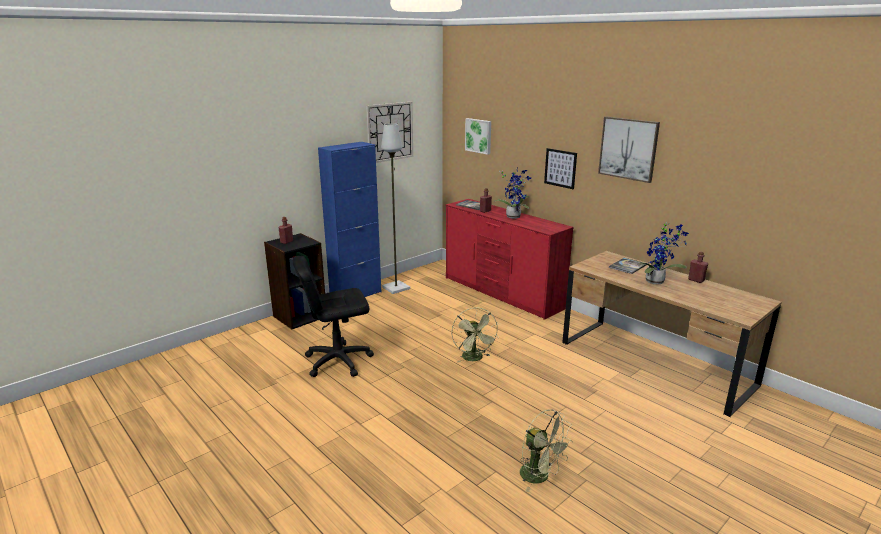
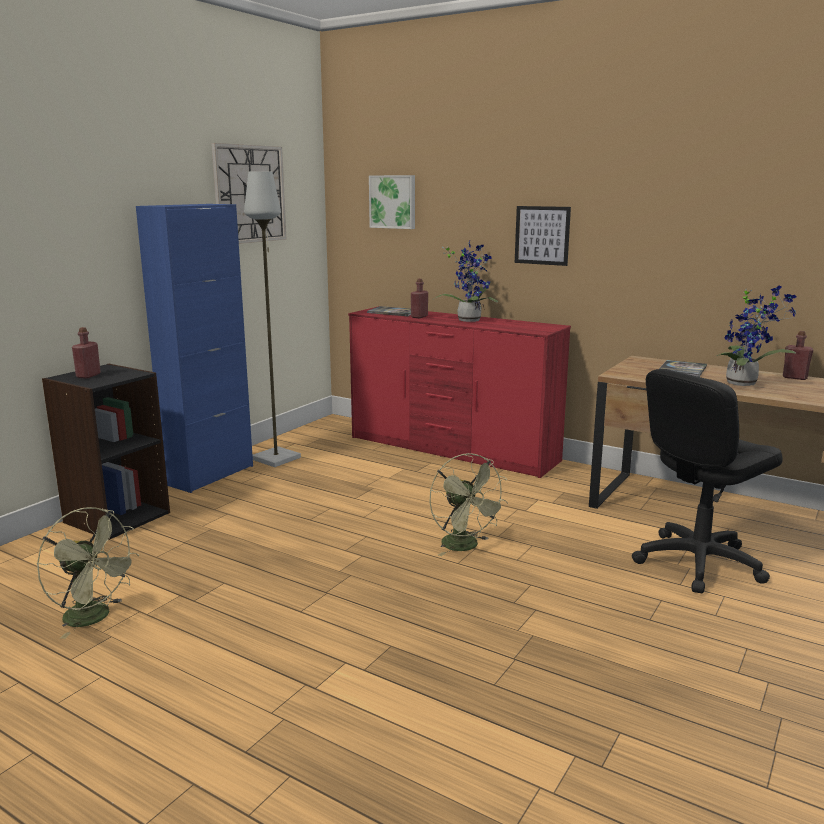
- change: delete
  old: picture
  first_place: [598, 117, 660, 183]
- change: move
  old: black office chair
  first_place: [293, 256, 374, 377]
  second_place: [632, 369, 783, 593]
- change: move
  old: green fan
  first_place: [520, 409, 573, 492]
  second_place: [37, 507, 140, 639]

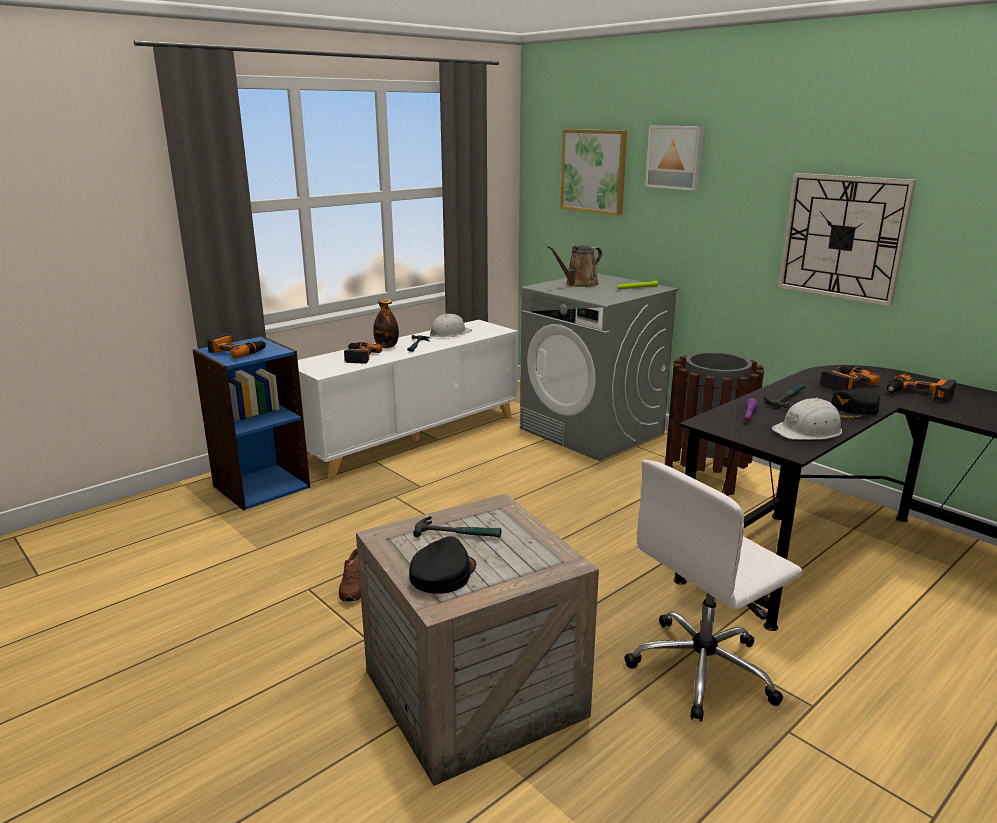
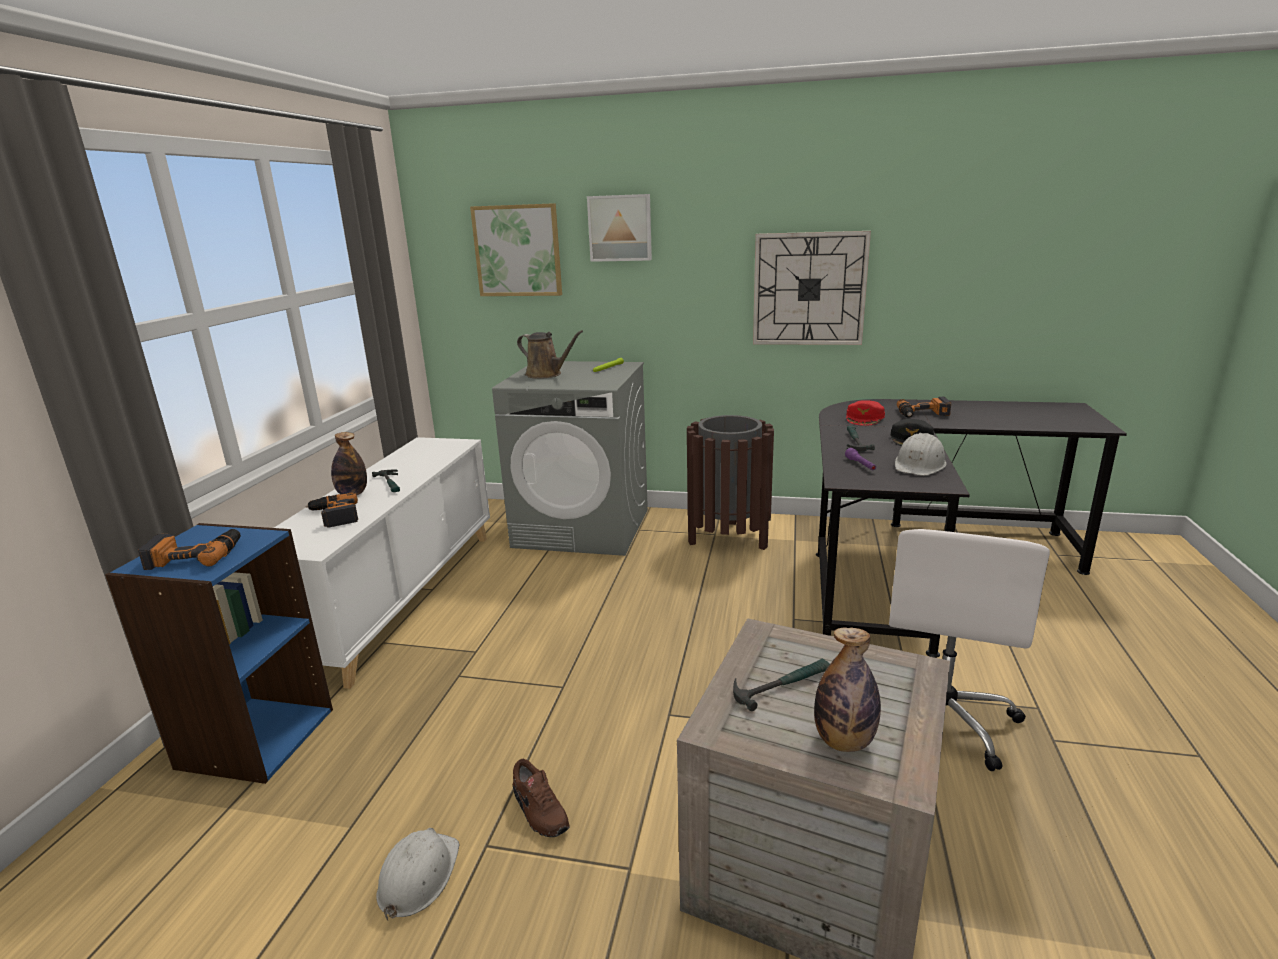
- change: move
  old: white hard hat
  first_place: [430, 314, 472, 337]
  second_place: [376, 828, 459, 921]
- change: replace
  old: black cap
  new: bottle
  first_place: [409, 536, 476, 594]
  second_place: [814, 627, 881, 752]
- change: replace
  old: power drill
  new: red cap
  first_place: [820, 365, 880, 391]
  second_place: [846, 400, 885, 426]
- change: rotate
  old: brown watering can
  first_place: [547, 246, 602, 287]
  second_place: [517, 330, 583, 379]
  degrees: -75

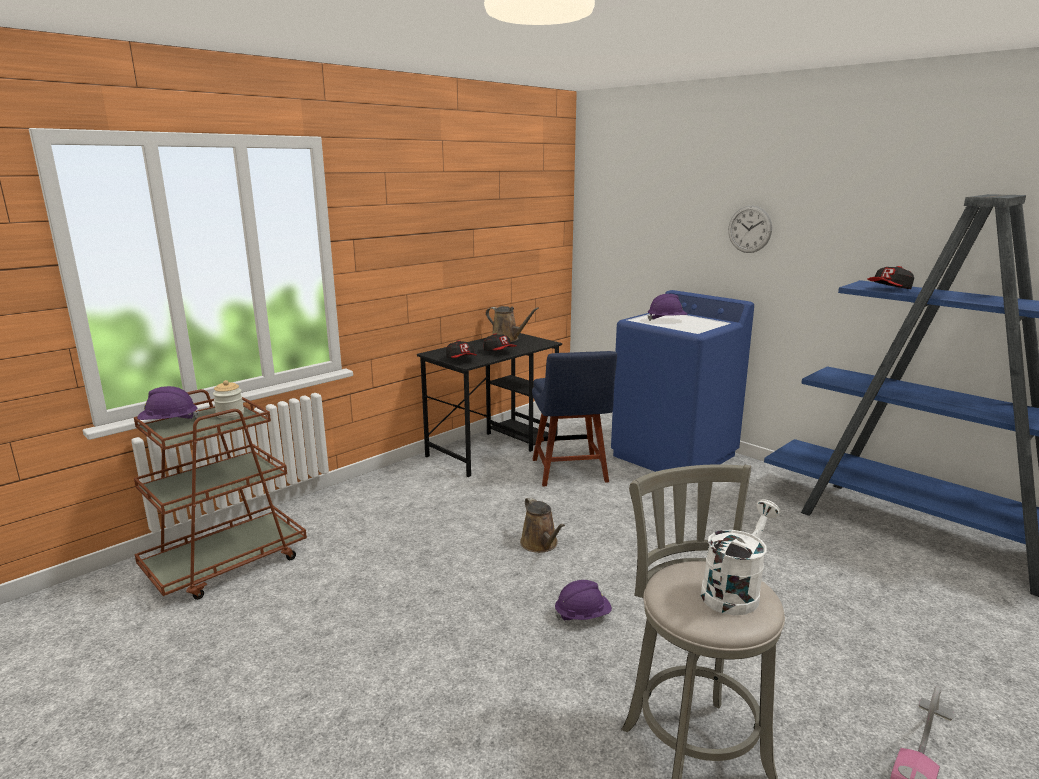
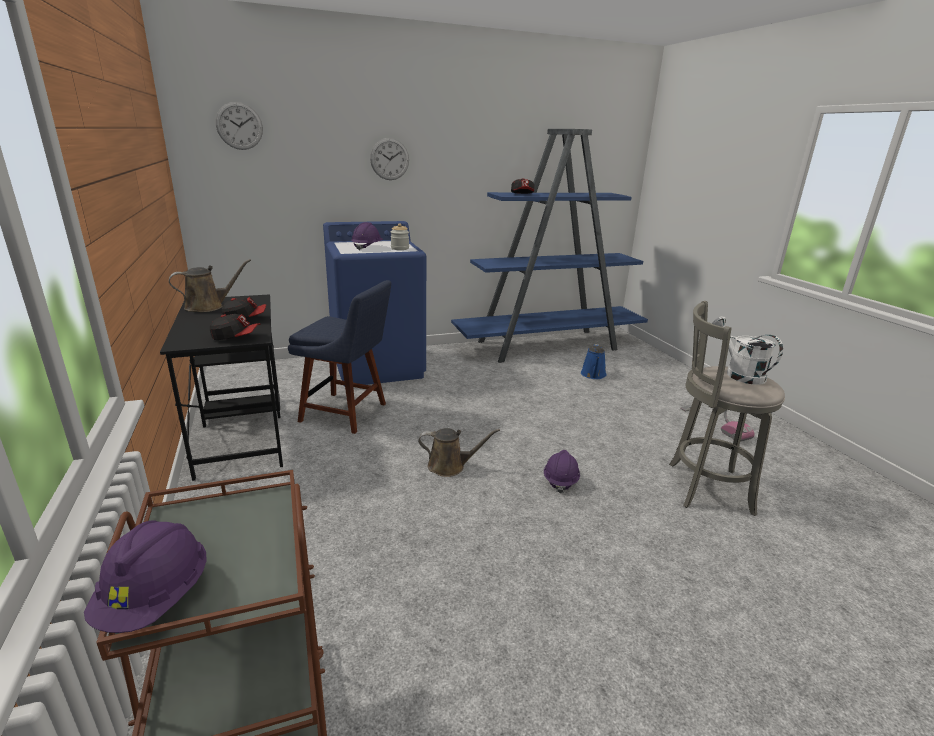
- change: insert
  new: wall clock
  second_place: [216, 102, 263, 150]
- change: insert
  new: blue watering can
  second_place: [581, 344, 607, 379]
- change: move
  old: jar
  first_place: [213, 380, 244, 419]
  second_place: [391, 223, 409, 250]

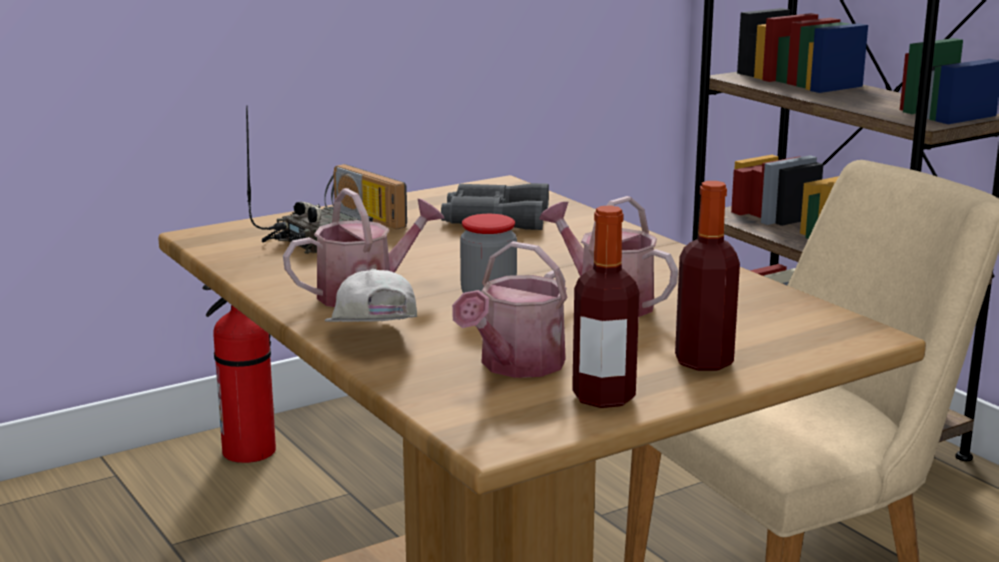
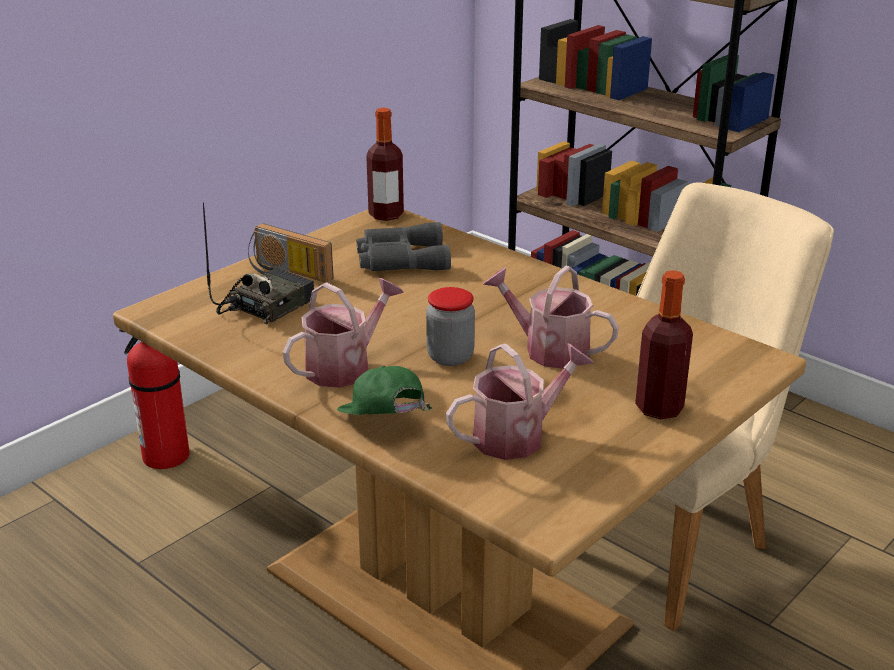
- change: move
  old: bottle
  first_place: [572, 205, 639, 408]
  second_place: [366, 108, 404, 221]
- change: recolor
  old: white cap
  new: green cap
  first_place: [325, 269, 417, 322]
  second_place: [337, 366, 432, 415]
- change: rotate
  old: watering can
  first_place: [452, 241, 568, 378]
  second_place: [446, 343, 594, 460]
  degrees: -135

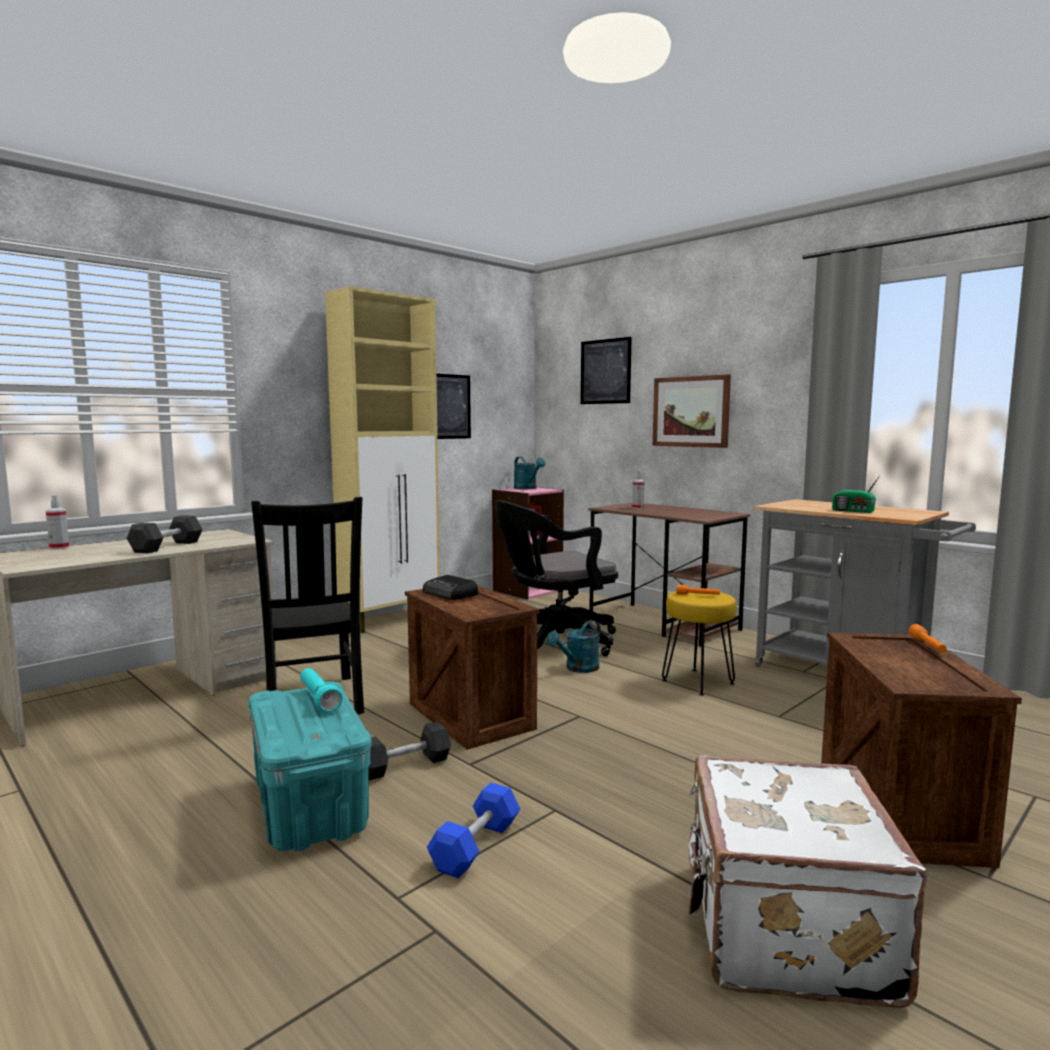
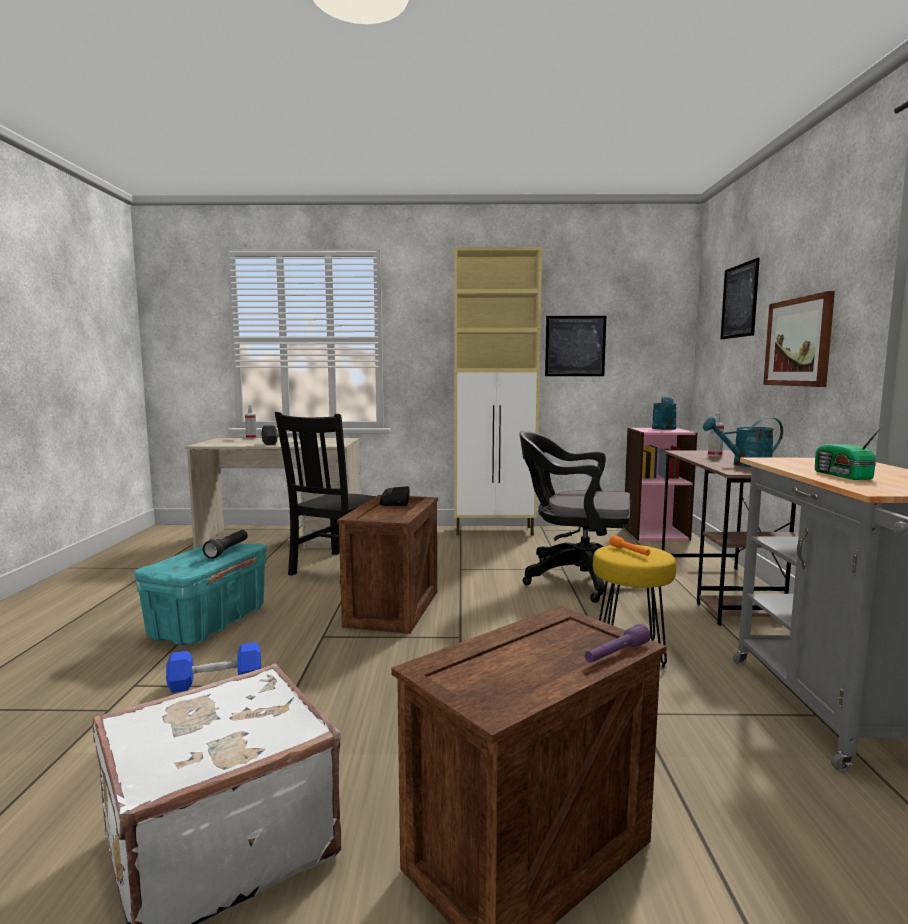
- change: delete
  old: grey dumbbell
  first_place: [368, 722, 451, 781]
- change: move
  old: turquoise watering can
  first_place: [547, 620, 601, 673]
  second_place: [703, 417, 783, 468]
- change: recolor
  old: turquoise flashlight
  new: black flashlight
  first_place: [300, 668, 343, 712]
  second_place: [203, 530, 248, 559]
- change: recolor
  old: orange flashlight
  new: purple flashlight
  first_place: [909, 624, 947, 652]
  second_place: [585, 624, 651, 663]

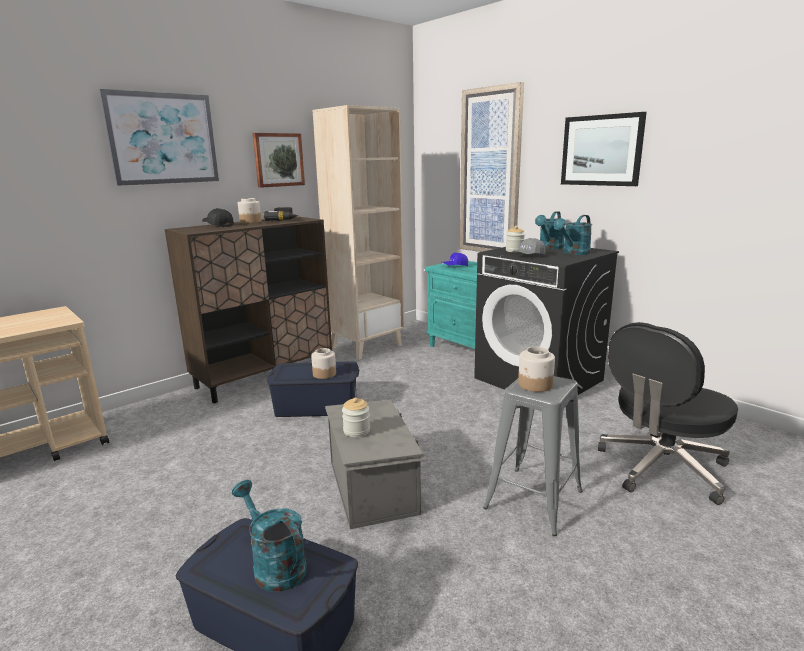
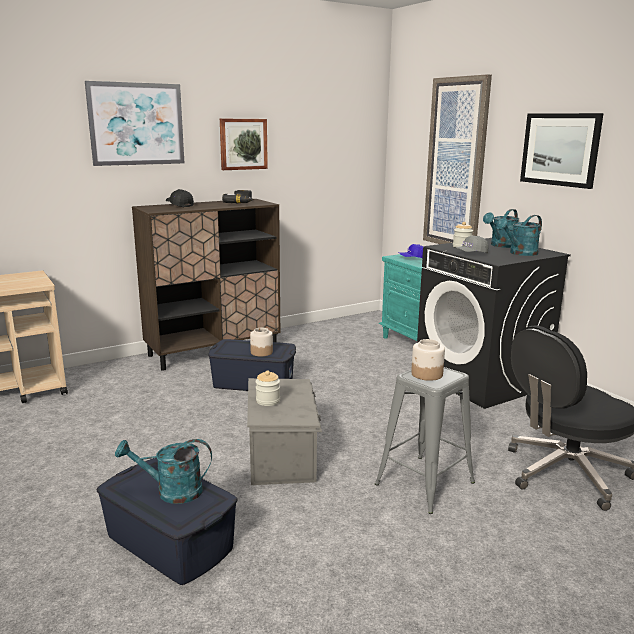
- change: delete
  old: jar
  first_place: [238, 198, 261, 223]
- change: delete
  old: beige bookcase
  first_place: [312, 105, 405, 360]
- change: rotate
  old: turquoise watering can
  first_place: [232, 480, 307, 592]
  second_place: [115, 439, 212, 504]
  degrees: -60

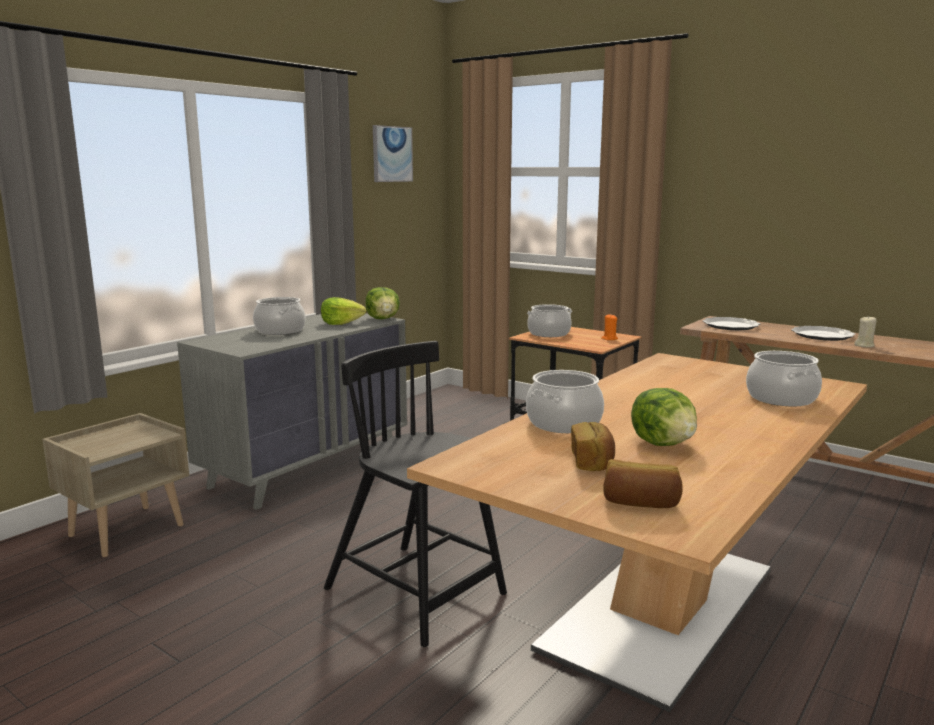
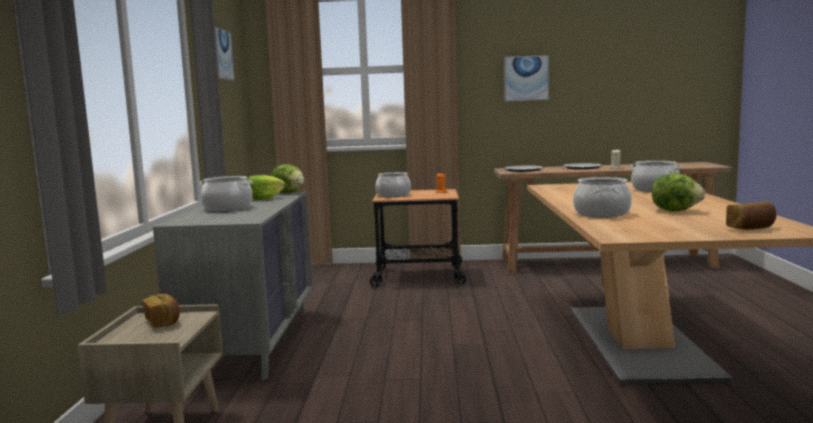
- change: delete
  old: black chair
  first_place: [324, 341, 507, 647]
- change: insert
  new: picture
  second_place: [504, 55, 549, 102]
- change: move
  old: bread
  first_place: [571, 422, 615, 471]
  second_place: [143, 294, 180, 327]

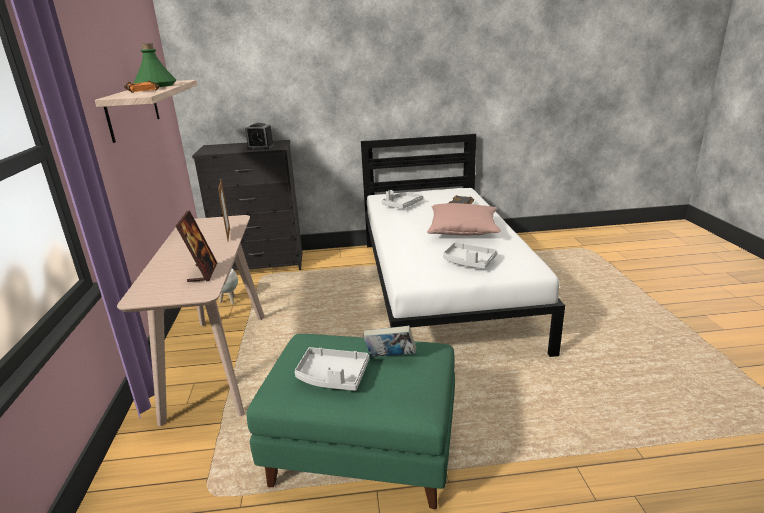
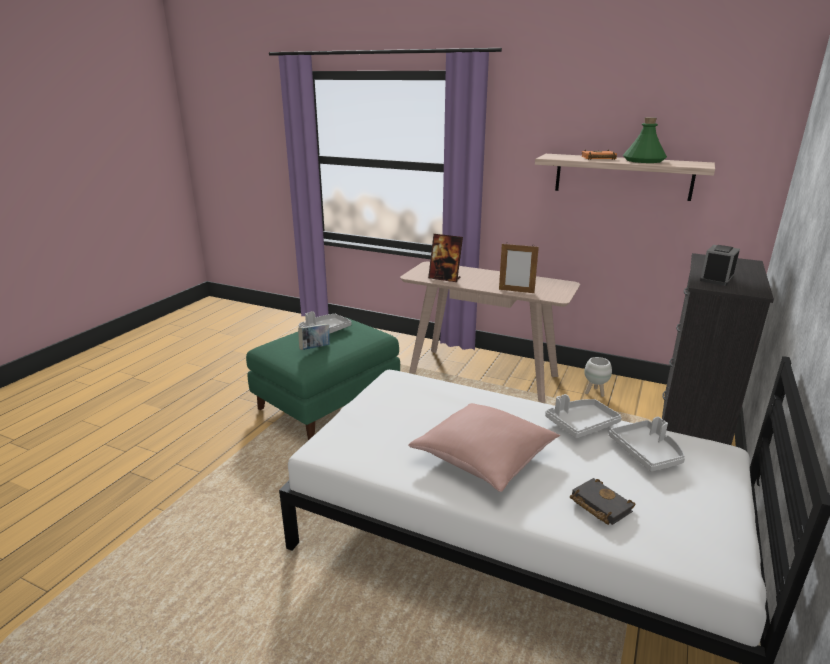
- change: move
  old: grey tray
  first_place: [443, 243, 497, 269]
  second_place: [545, 394, 622, 438]

